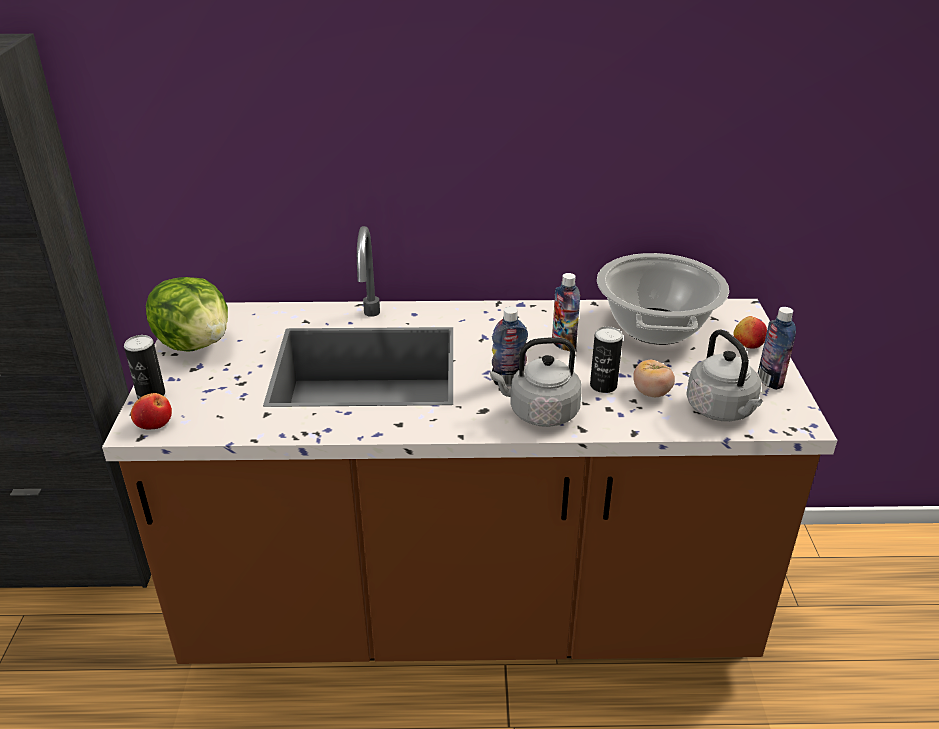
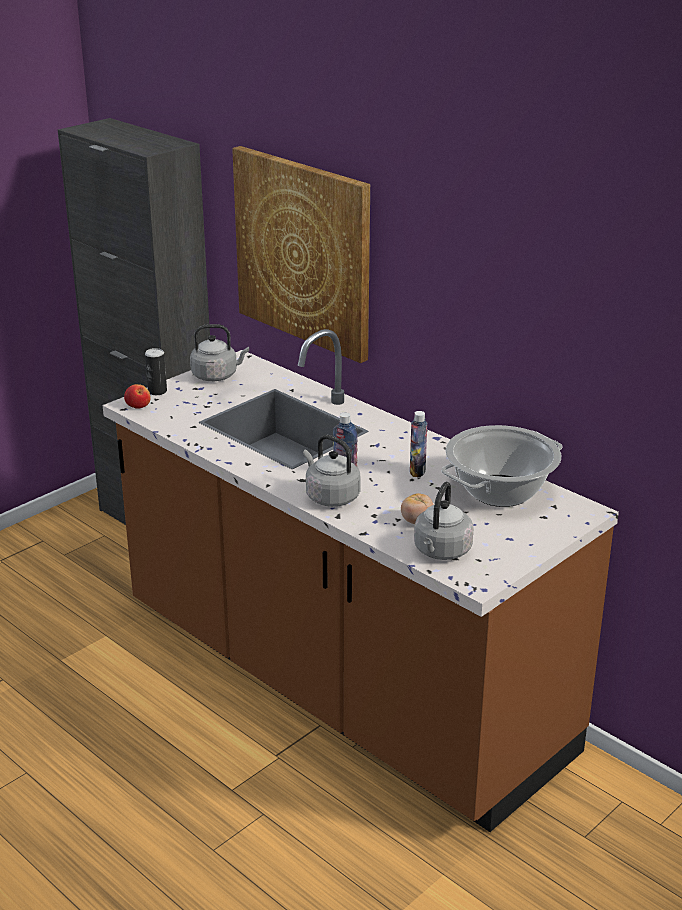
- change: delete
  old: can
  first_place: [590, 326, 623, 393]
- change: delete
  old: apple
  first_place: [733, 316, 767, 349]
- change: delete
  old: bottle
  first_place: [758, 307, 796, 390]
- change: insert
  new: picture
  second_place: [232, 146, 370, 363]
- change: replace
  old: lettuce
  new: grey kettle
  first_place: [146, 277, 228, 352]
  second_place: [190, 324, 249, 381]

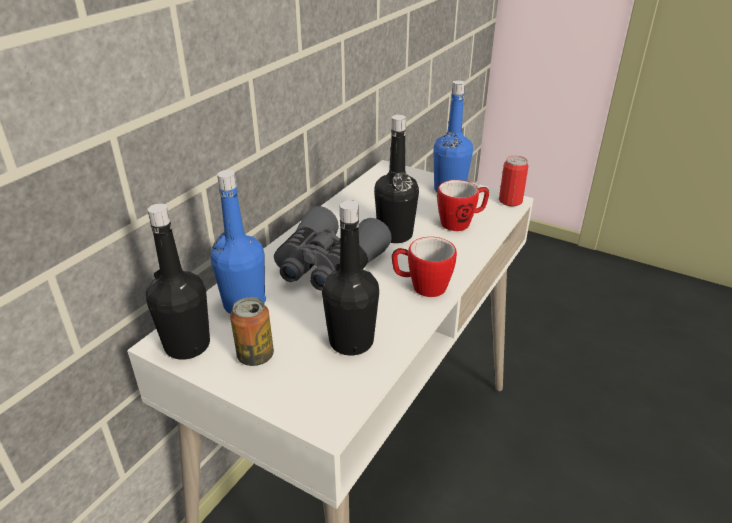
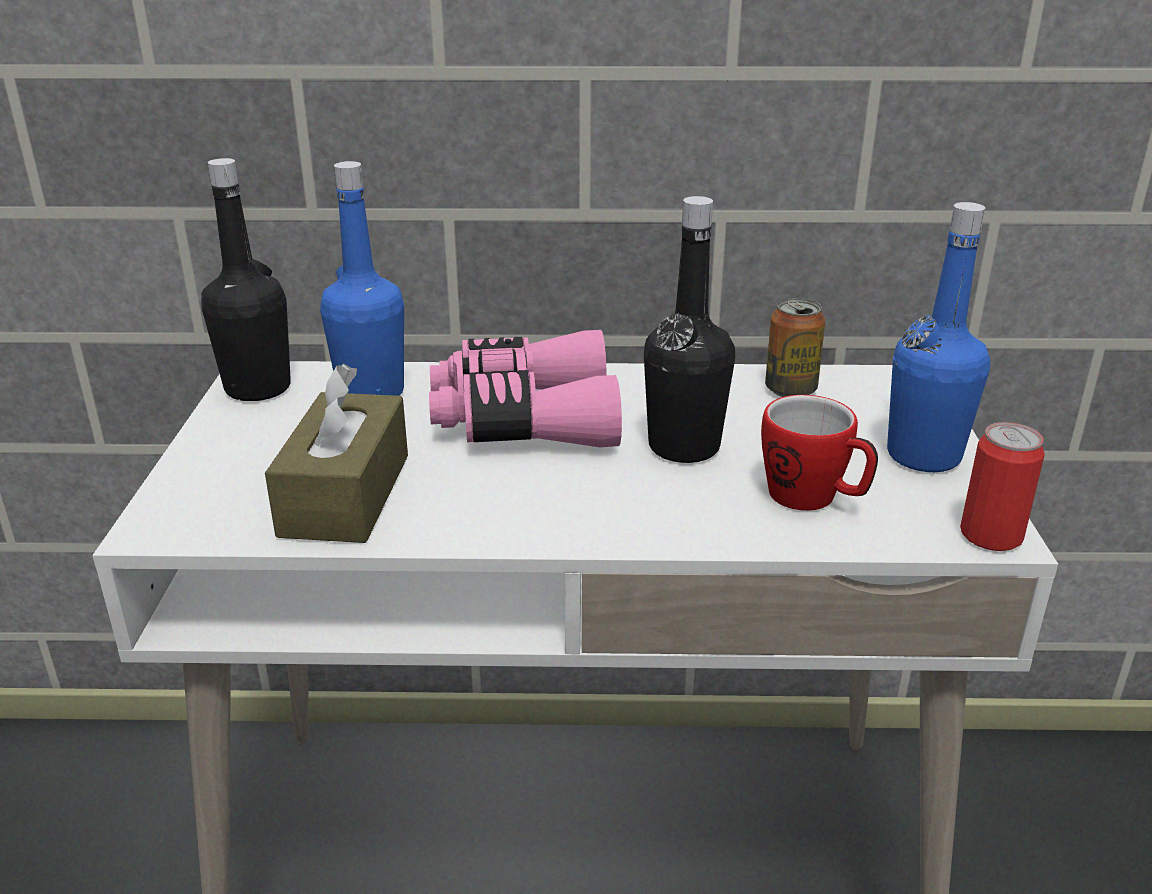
- change: delete
  old: mug
  first_place: [392, 237, 457, 297]
- change: move
  old: can
  first_place: [230, 297, 274, 366]
  second_place: [765, 298, 825, 397]
- change: replace
  old: black bottle
  new: brown tissue box
  first_place: [322, 200, 379, 356]
  second_place: [265, 364, 408, 543]
- change: recolor
  old: grey binoculars
  new: pink binoculars
  first_place: [274, 206, 392, 291]
  second_place: [429, 330, 622, 447]

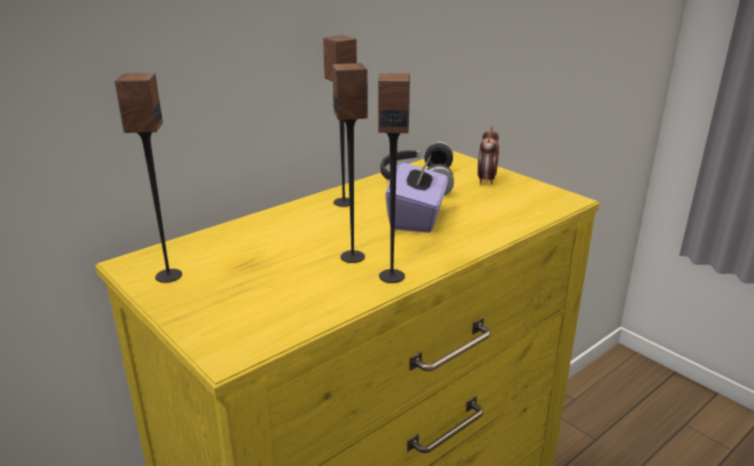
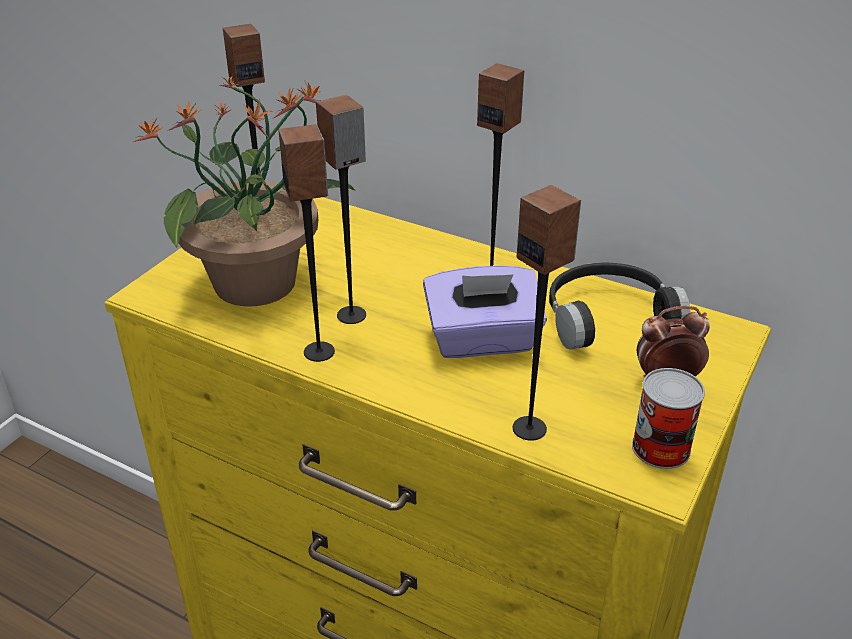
- change: insert
  new: potted plant
  second_place: [133, 75, 356, 307]
- change: insert
  new: speaker
  second_place: [513, 185, 581, 441]
- change: insert
  new: can
  second_place: [632, 368, 705, 469]

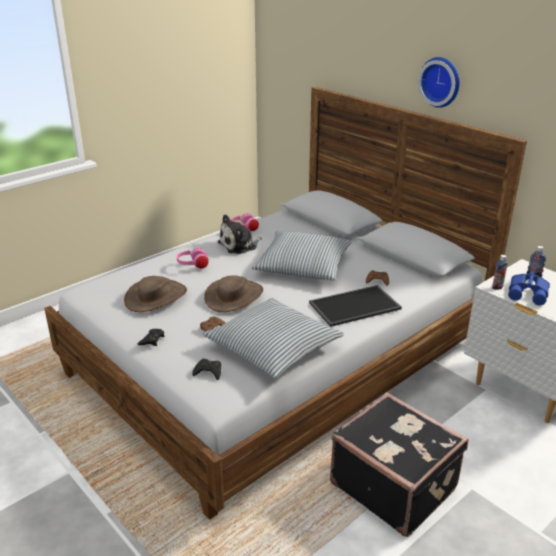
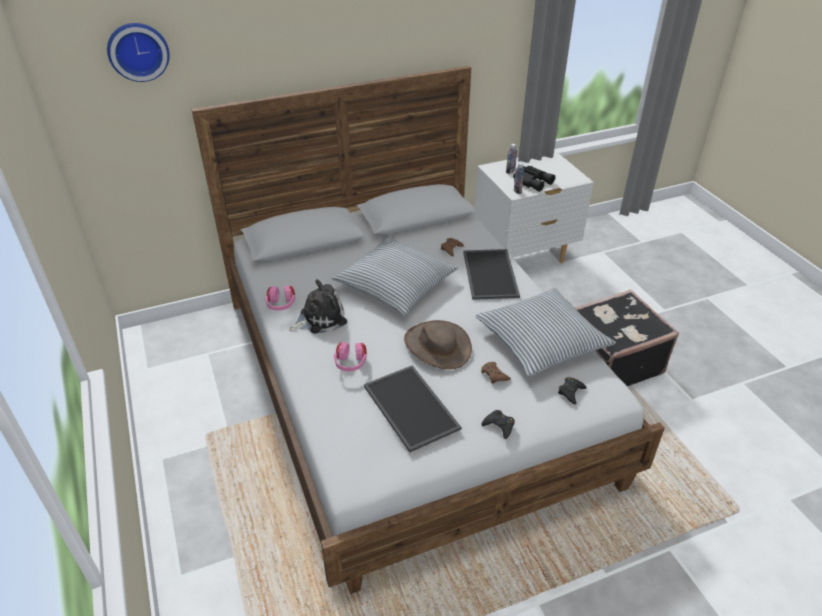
- change: move
  old: wall clock
  first_place: [418, 57, 460, 108]
  second_place: [107, 23, 170, 82]
- change: replace
  old: brown hat
  new: tray
  first_place: [124, 276, 187, 312]
  second_place: [364, 365, 461, 452]
- change: recolor
  old: blue binoculars
  new: black binoculars
  first_place: [508, 272, 550, 306]
  second_place: [513, 166, 555, 192]
- change: rotate
  old: plush toy
  first_place: [218, 214, 262, 254]
  second_place: [289, 279, 347, 334]
  degrees: -105

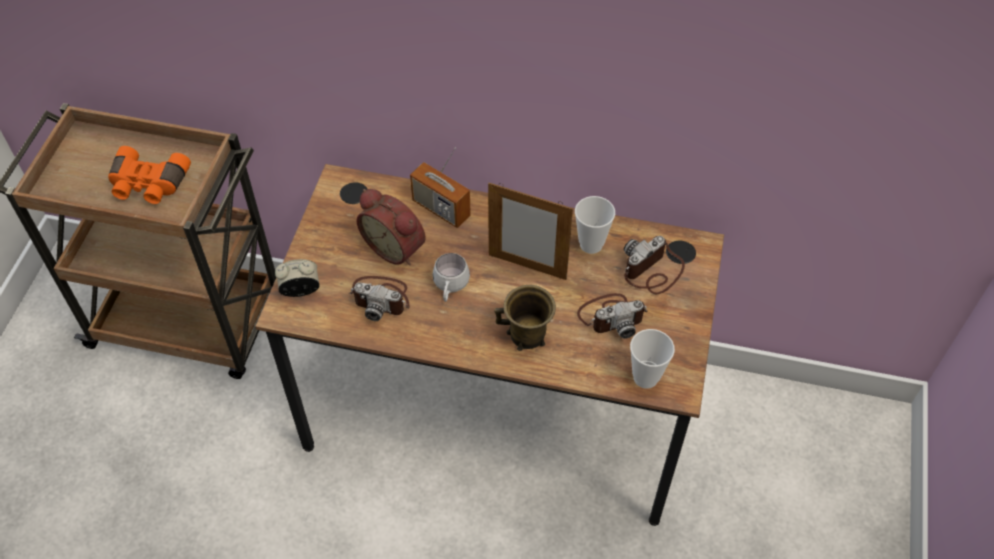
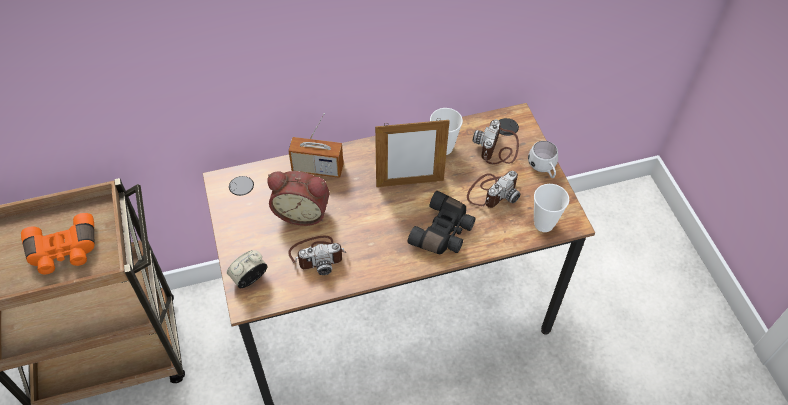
- change: move
  old: white mug
  first_place: [432, 253, 470, 302]
  second_place: [528, 141, 558, 178]
- change: replace
  old: brown mug
  new: black binoculars
  first_place: [494, 285, 556, 351]
  second_place: [407, 191, 476, 254]

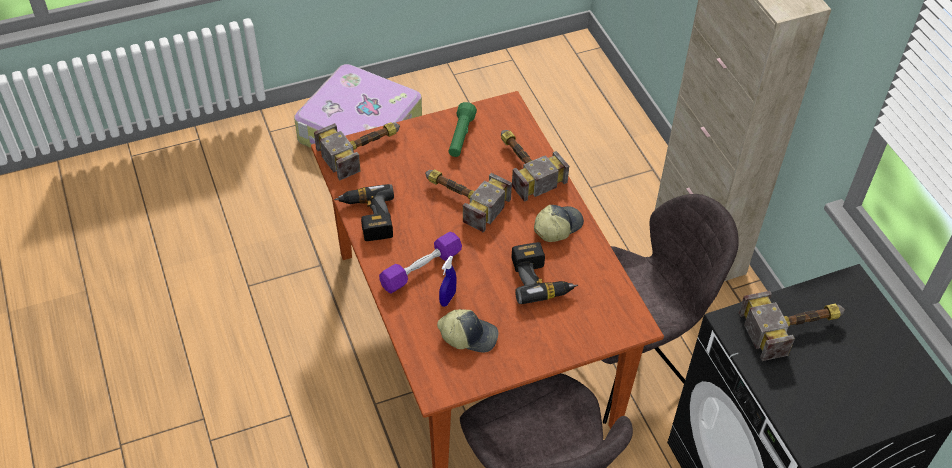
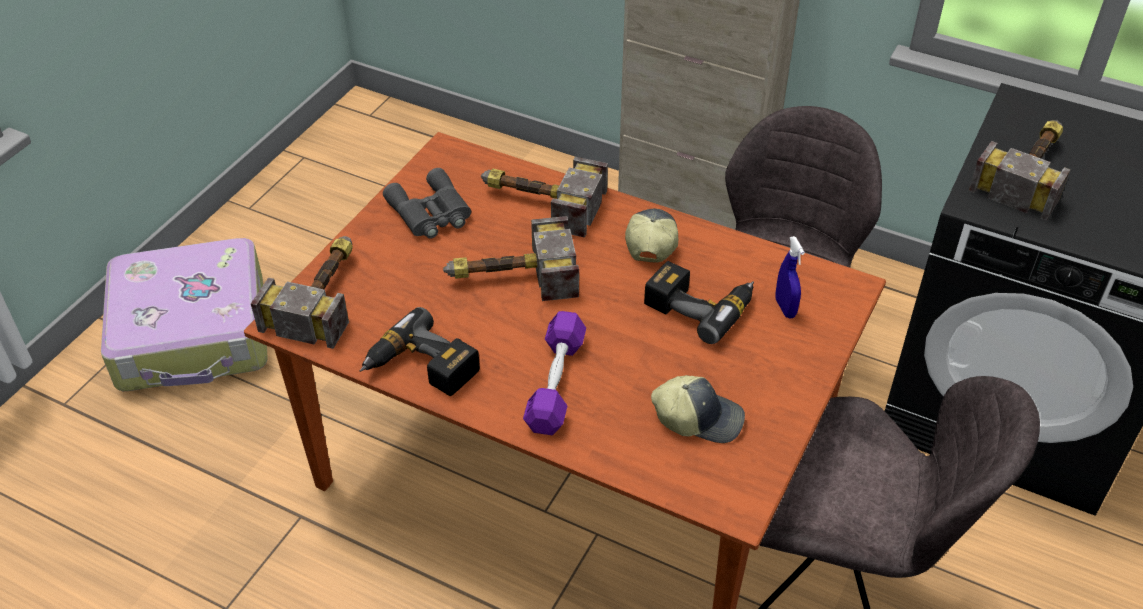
- change: move
  old: blue spray bottle
  first_place: [439, 256, 456, 307]
  second_place: [775, 236, 805, 318]
- change: replace
  old: green flashlight
  new: grey binoculars
  first_place: [448, 102, 477, 157]
  second_place: [383, 168, 471, 239]
- change: rotate
  old: cap
  first_place: [437, 309, 498, 353]
  second_place: [651, 375, 745, 443]
  degrees: 45

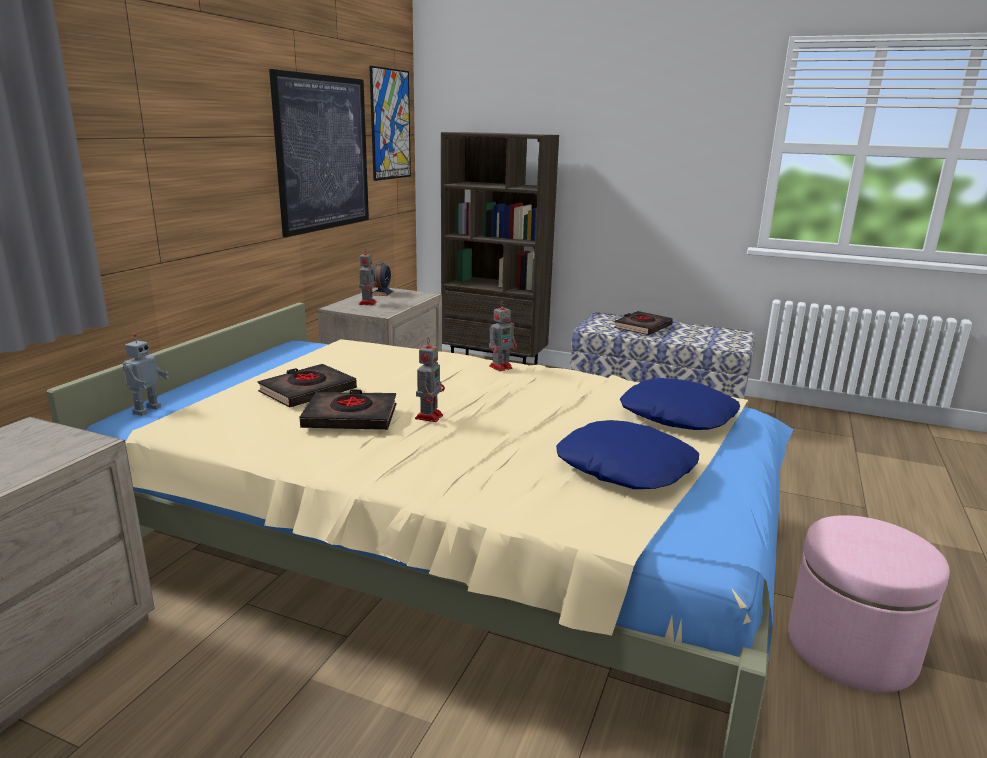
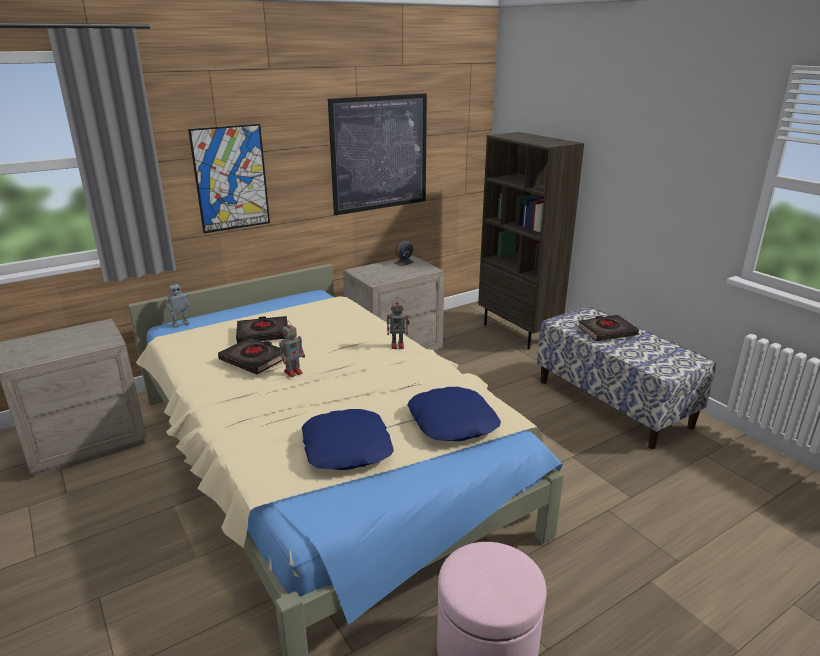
- change: delete
  old: toy robot
  first_place: [359, 248, 377, 305]
- change: move
  old: picture
  first_place: [369, 66, 411, 181]
  second_place: [188, 124, 270, 233]

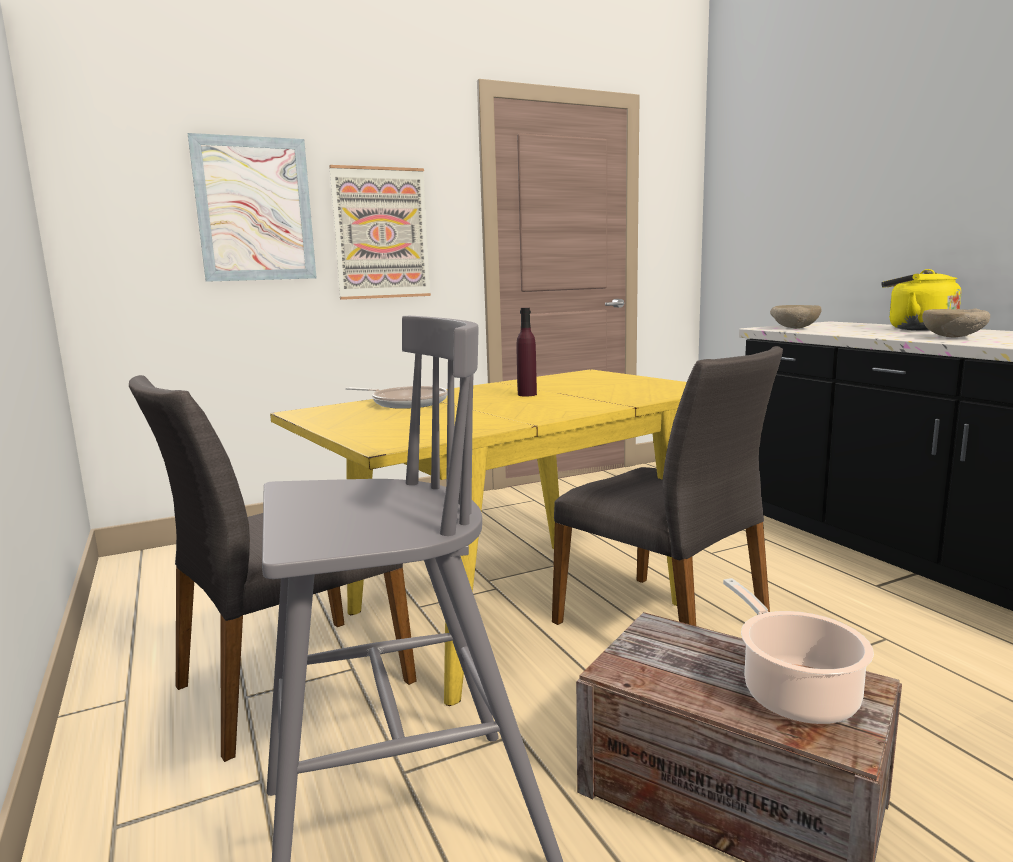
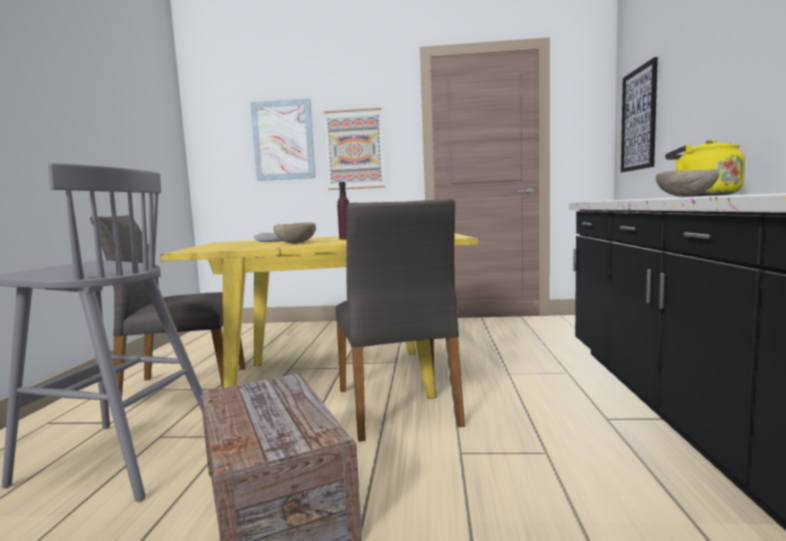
- change: delete
  old: cooking pot
  first_place: [723, 578, 874, 724]
- change: insert
  new: picture
  second_place: [621, 57, 658, 172]
- change: move
  old: beige bowl
  first_place: [770, 305, 822, 329]
  second_place: [273, 222, 316, 244]

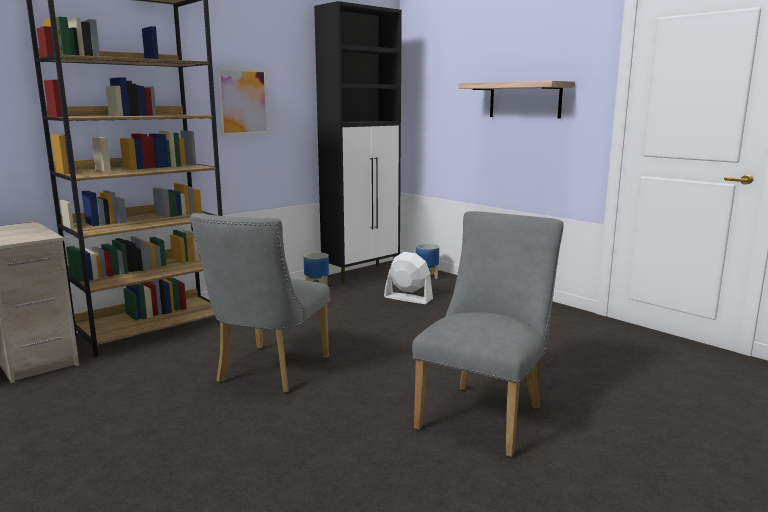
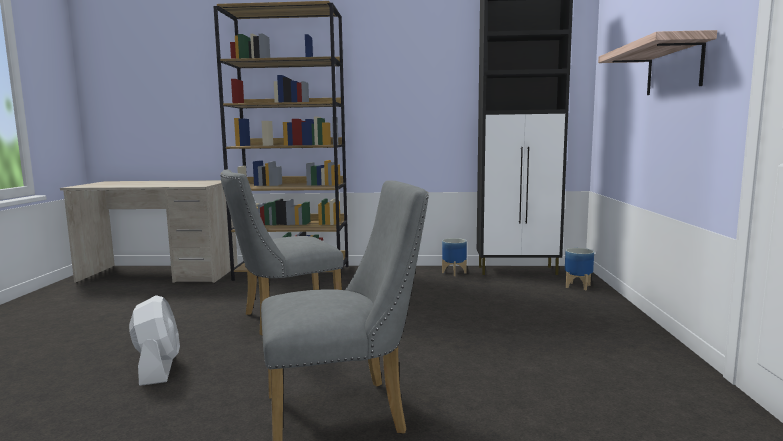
- change: delete
  old: picture
  first_place: [216, 67, 269, 136]
- change: move
  old: white fan
  first_place: [384, 252, 433, 304]
  second_place: [129, 295, 180, 386]

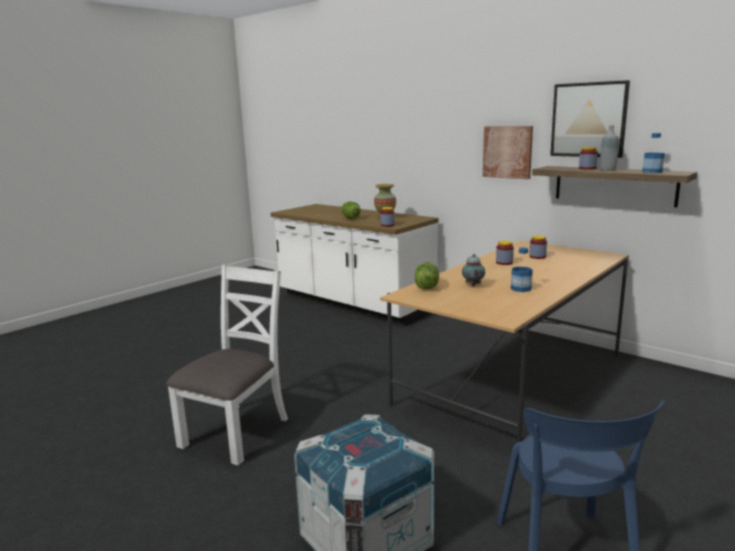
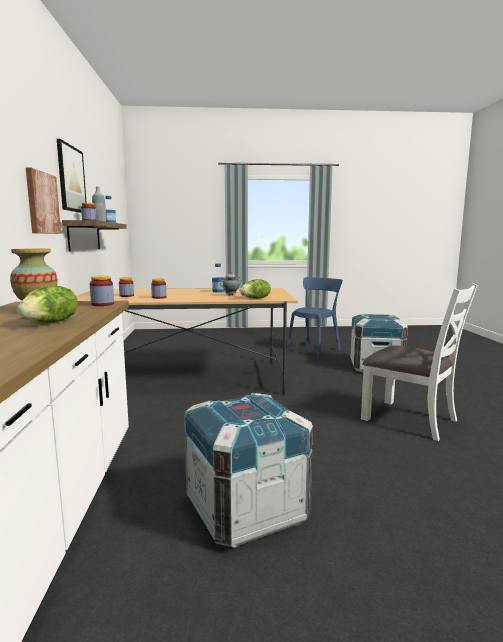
- change: insert
  new: crate
  second_place: [184, 393, 313, 548]
- change: rotate
  old: white chair
  first_place: [166, 264, 288, 466]
  second_place: [361, 283, 478, 441]
  degrees: -120

